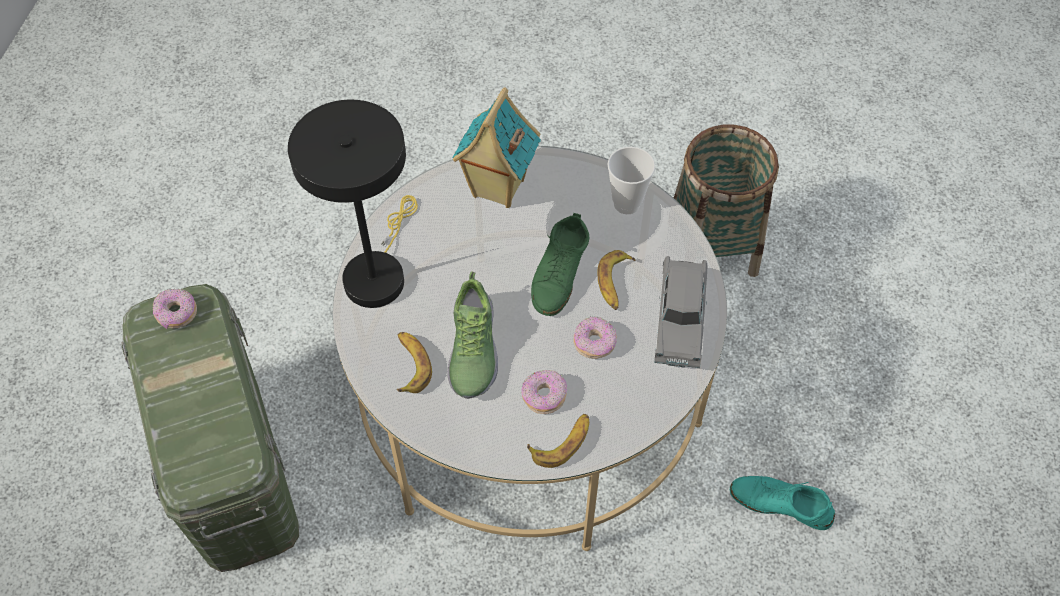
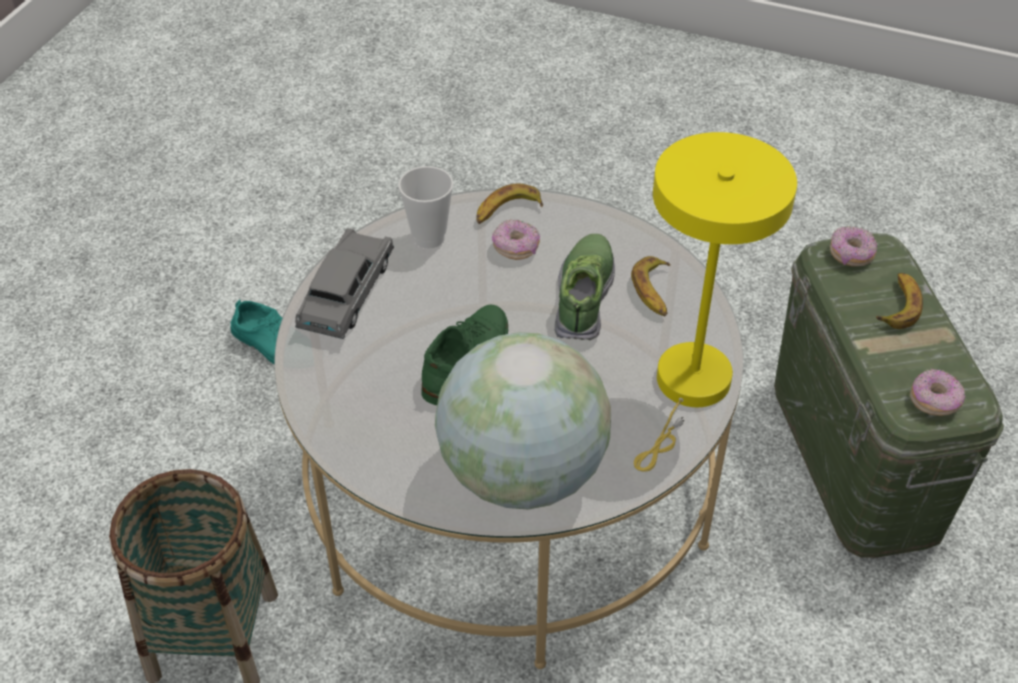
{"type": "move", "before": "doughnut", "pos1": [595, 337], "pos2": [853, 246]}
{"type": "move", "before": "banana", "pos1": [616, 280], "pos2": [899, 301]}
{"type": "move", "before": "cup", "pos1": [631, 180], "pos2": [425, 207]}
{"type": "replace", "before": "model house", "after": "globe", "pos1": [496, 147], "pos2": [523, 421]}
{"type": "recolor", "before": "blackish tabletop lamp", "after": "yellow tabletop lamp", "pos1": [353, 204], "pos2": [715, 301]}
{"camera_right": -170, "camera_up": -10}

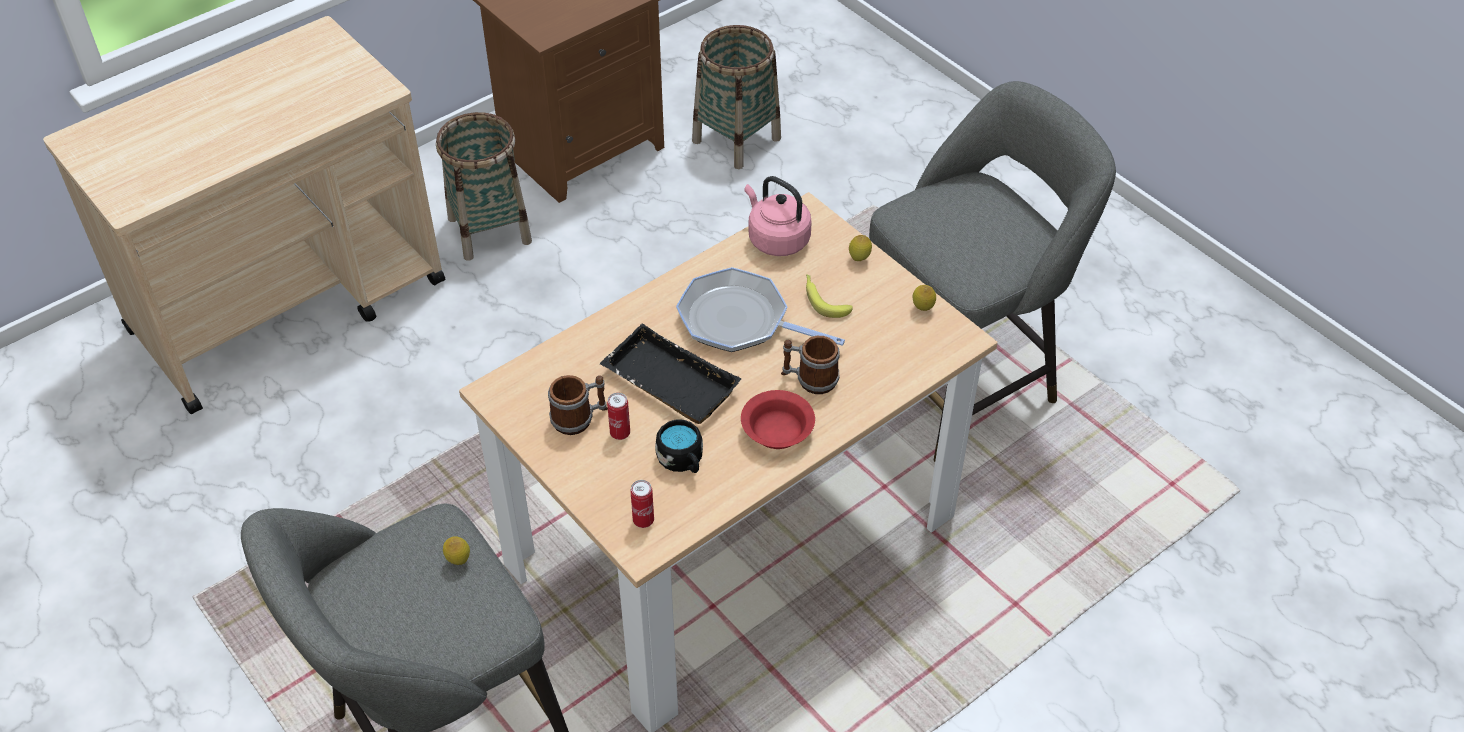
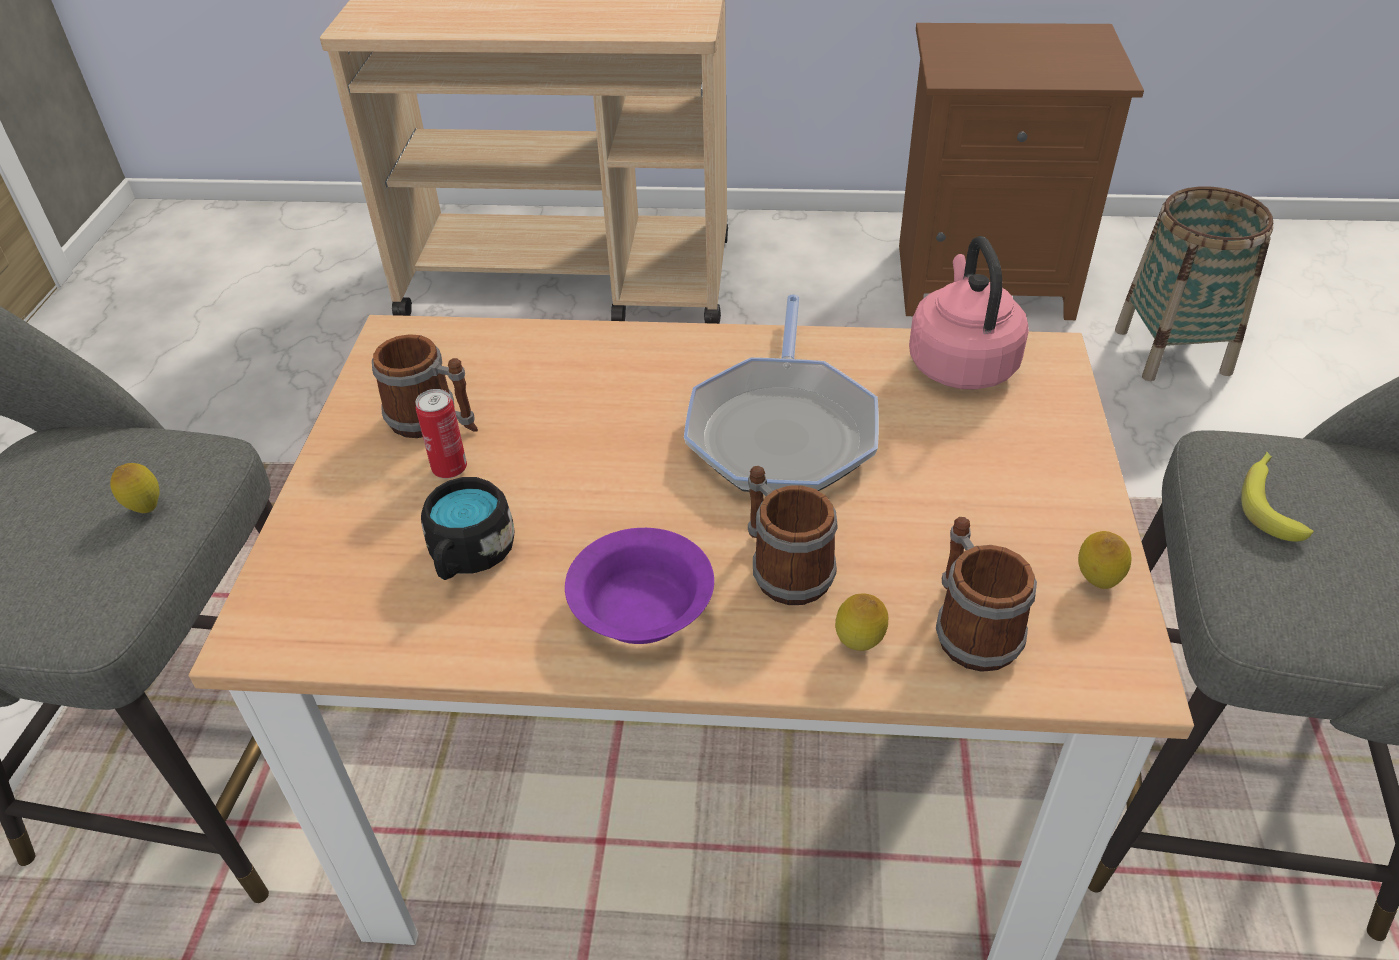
{"type": "delete", "before": "basket", "pos1": [484, 186]}
{"type": "delete", "before": "blackish tray", "pos1": [670, 374]}
{"type": "delete", "before": "metal can", "pos1": [642, 504]}
{"type": "insert", "after": "coffee mug", "pos2": [986, 594]}
{"type": "move", "before": "banana", "pos1": [829, 296], "pos2": [1277, 497]}
{"type": "move", "before": "whole lemon", "pos1": [860, 248], "pos2": [861, 622]}
{"type": "recolor", "before": "red bowl", "after": "purple bowl", "pos1": [778, 419], "pos2": [639, 586]}
{"type": "rotate", "before": "frying pan", "pos1": [760, 309], "pos2": [781, 393], "turn": -150}
{"camera_right": 45, "camera_up": -5}

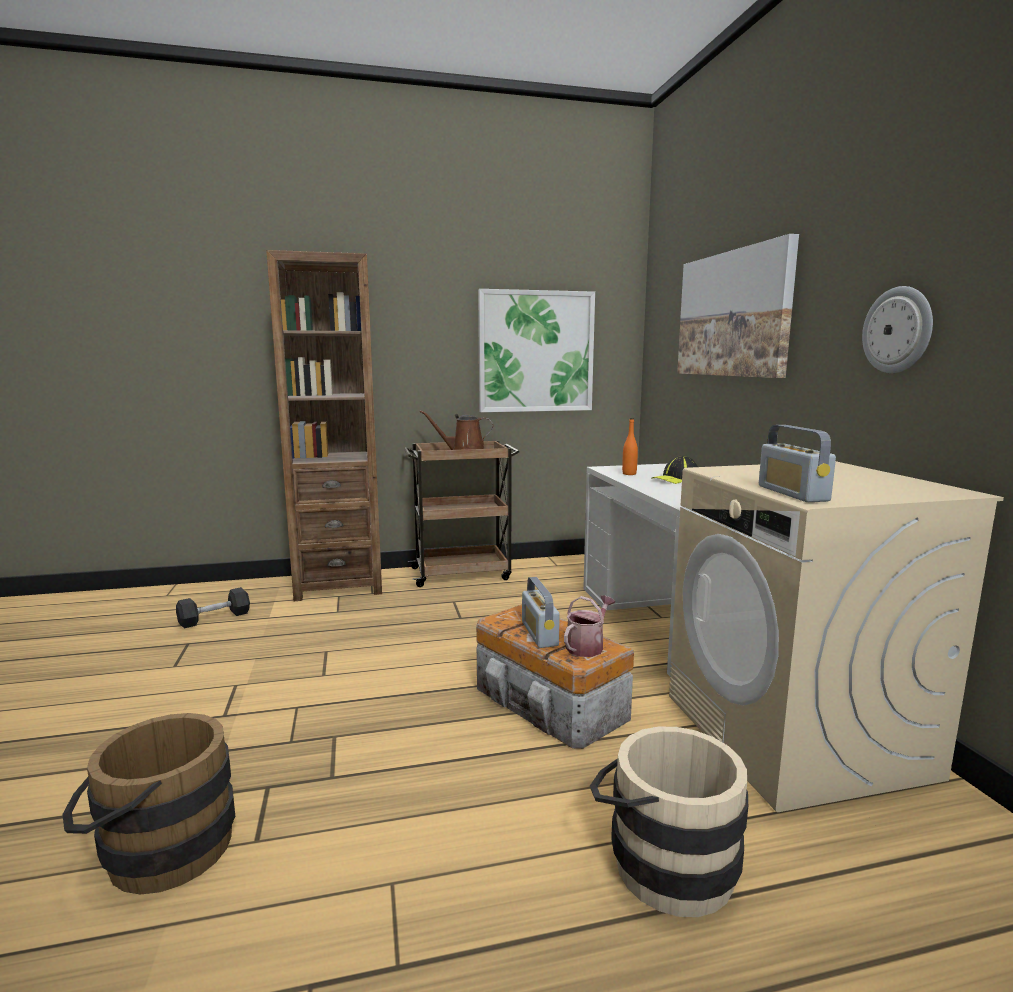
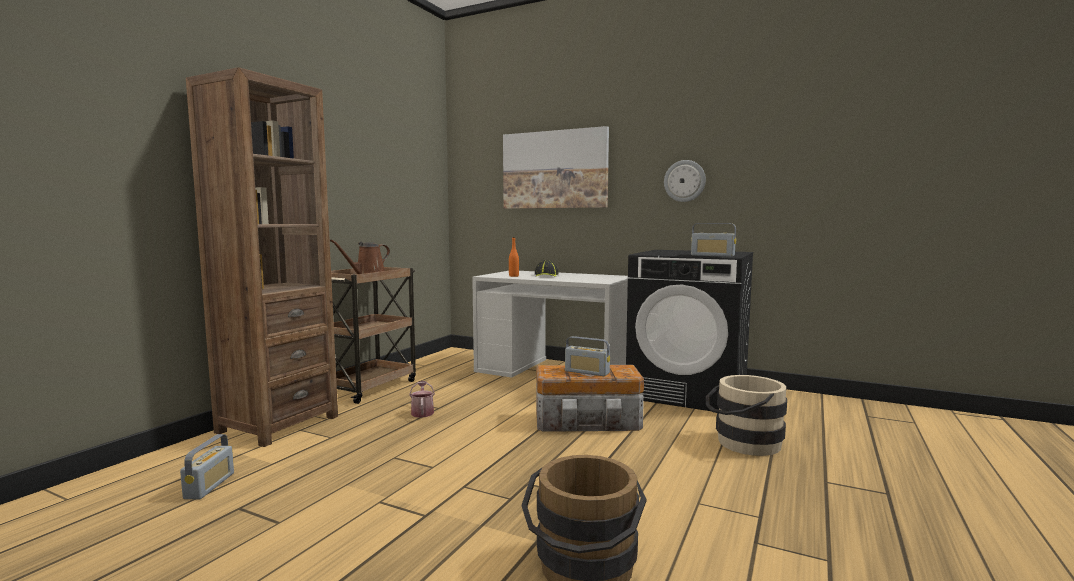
{"type": "delete", "before": "wall picture", "pos1": [536, 350]}
{"type": "move", "before": "sprinkling can", "pos1": [589, 626], "pos2": [422, 399]}
{"type": "replace", "before": "greyish free weight", "after": "radio", "pos1": [213, 607], "pos2": [207, 466]}
{"type": "recolor", "before": "sand-coloured laundry appliance", "after": "blackish laundry appliance", "pos1": [836, 636], "pos2": [689, 330]}
{"camera_right": -50, "camera_up": -5}

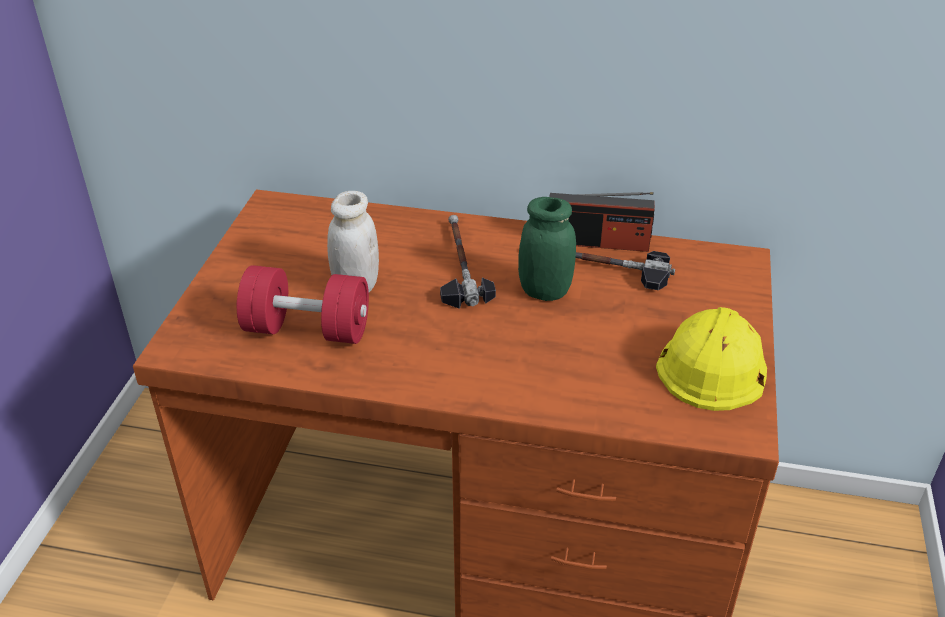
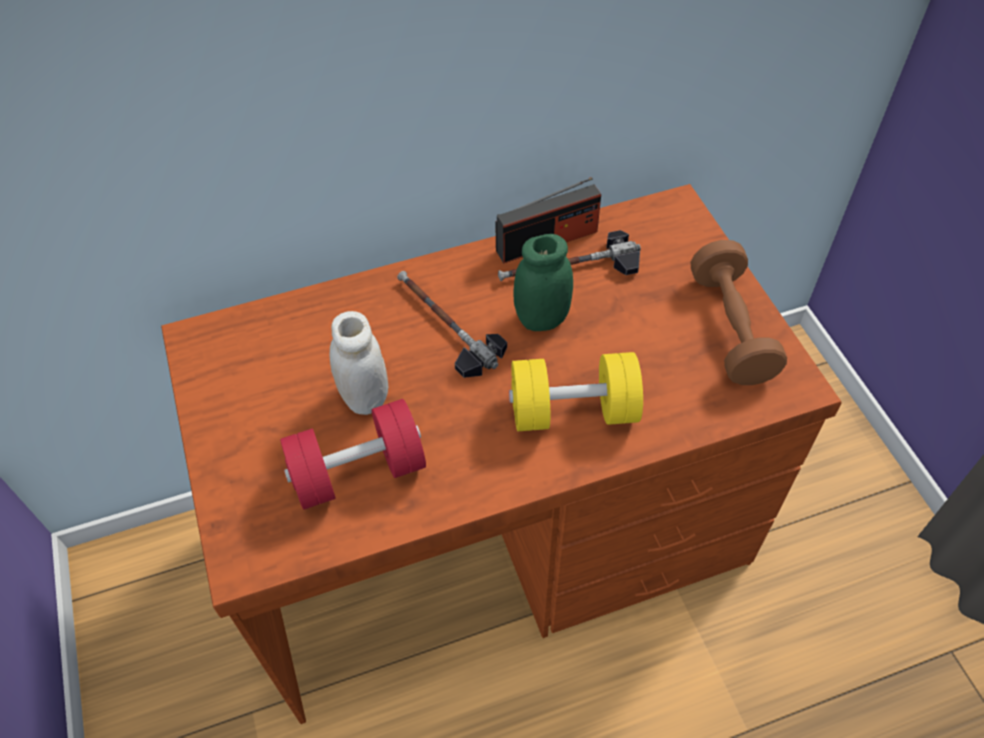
{"type": "insert", "after": "yellow free weight", "pos2": [576, 391]}
{"type": "replace", "before": "yellow hard hat", "after": "brown free weight", "pos1": [711, 359], "pos2": [739, 312]}
{"camera_right": -30, "camera_up": 15}

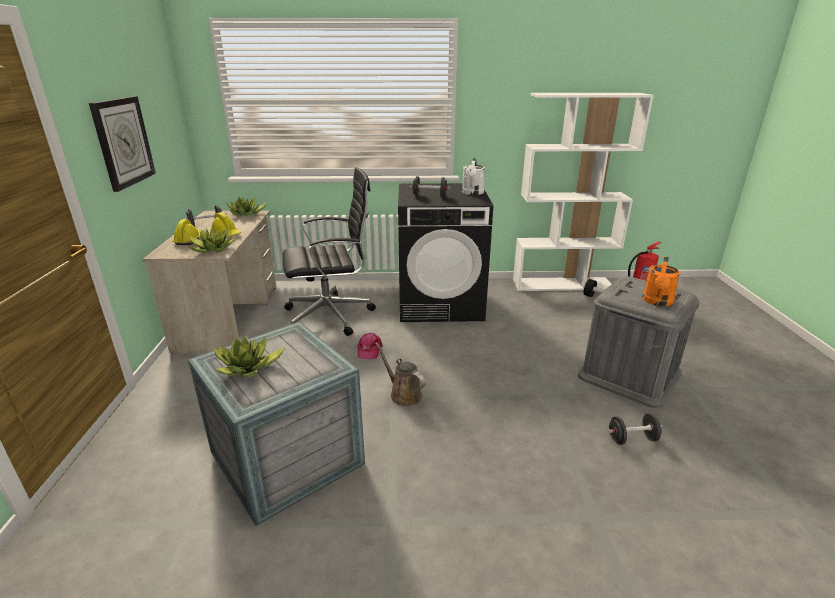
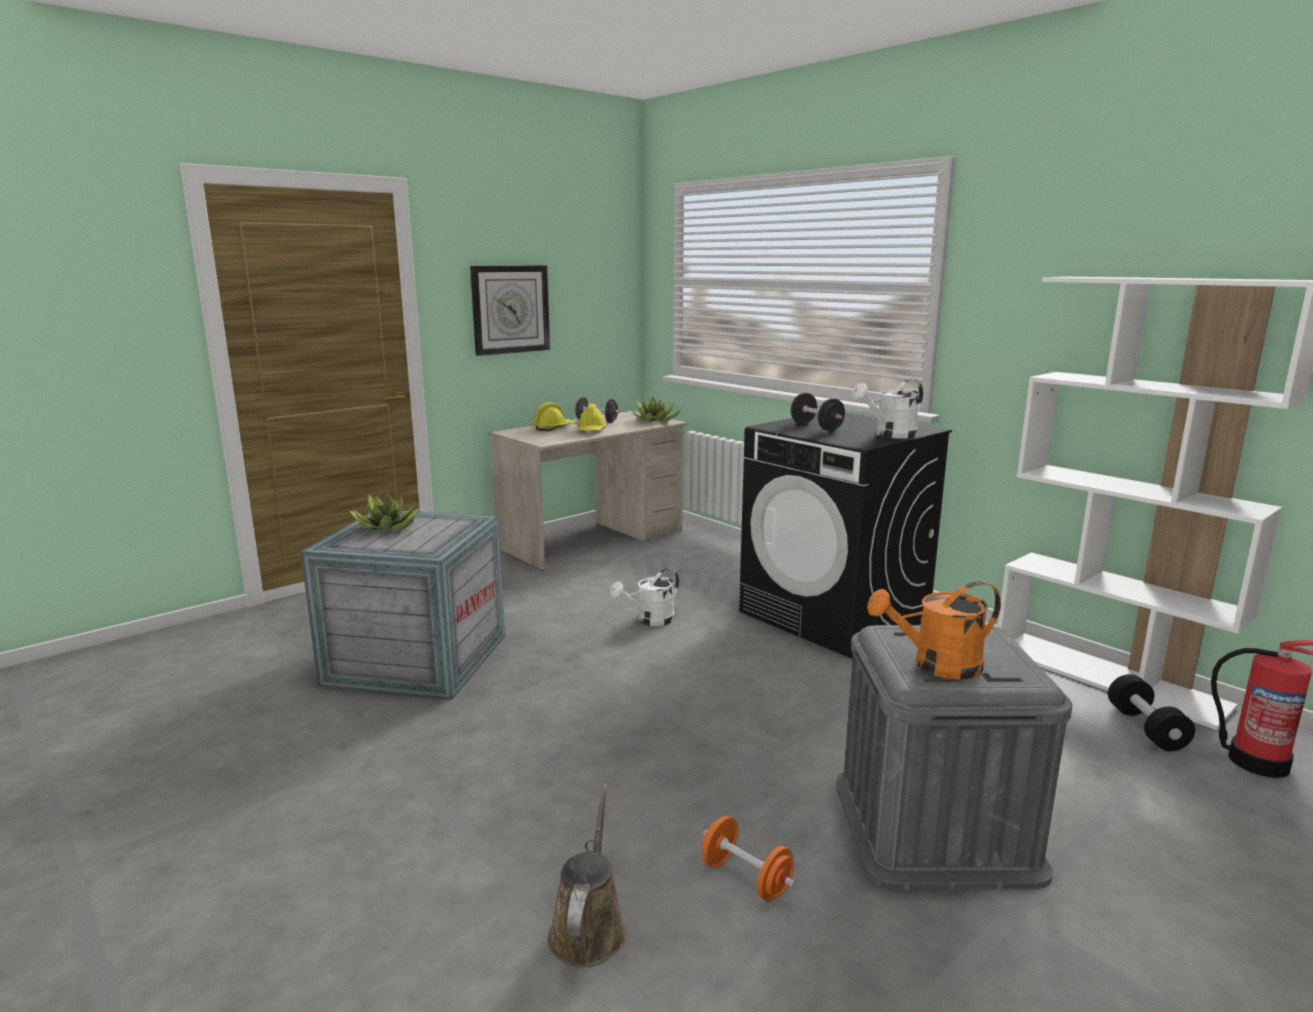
{"type": "delete", "before": "plant in a pot", "pos1": [212, 240]}
{"type": "delete", "before": "blackish office chair", "pos1": [329, 251]}
{"type": "move", "before": "brown sprinkling can", "pos1": [400, 374], "pos2": [587, 875]}
{"type": "replace", "before": "pink peaked cap", "after": "white-coloured sprinkling can", "pos1": [370, 346], "pos2": [644, 597]}
{"type": "recolor", "before": "blackish free weight", "after": "orange-coloured free weight", "pos1": [635, 429], "pos2": [748, 858]}
{"camera_right": 50, "camera_up": -10}

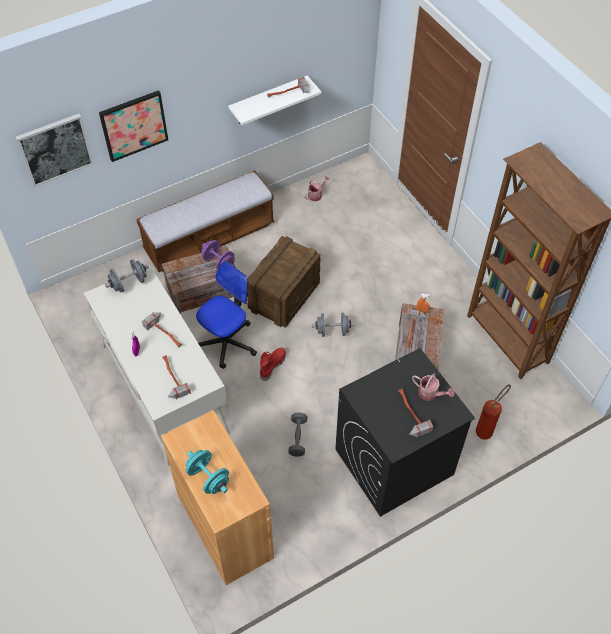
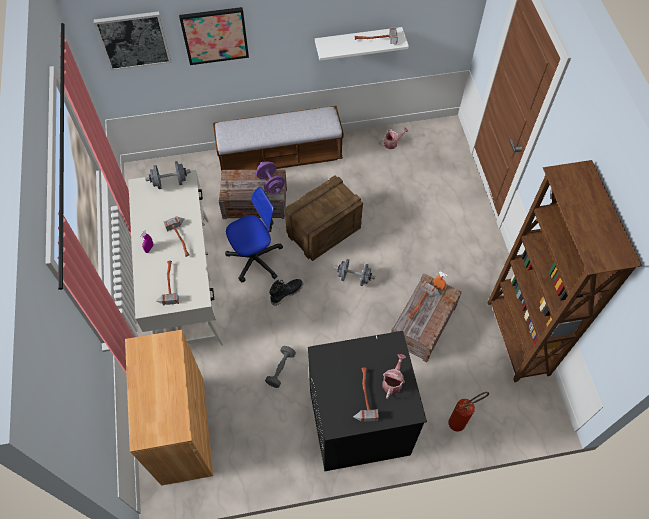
{"type": "delete", "before": "turquoise free weight", "pos1": [207, 472]}
{"type": "recolor", "before": "red high-top boot", "after": "blackish high-top boot", "pos1": [273, 364], "pos2": [286, 292]}
{"type": "rotate", "before": "sprinkling can", "pos1": [433, 387], "pos2": [394, 376], "turn": -120}
{"camera_right": 20, "camera_up": 5}

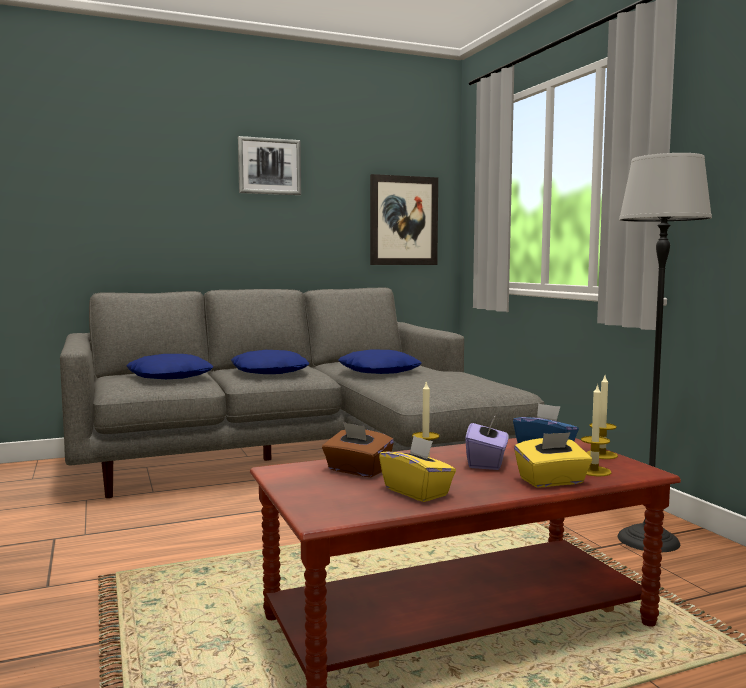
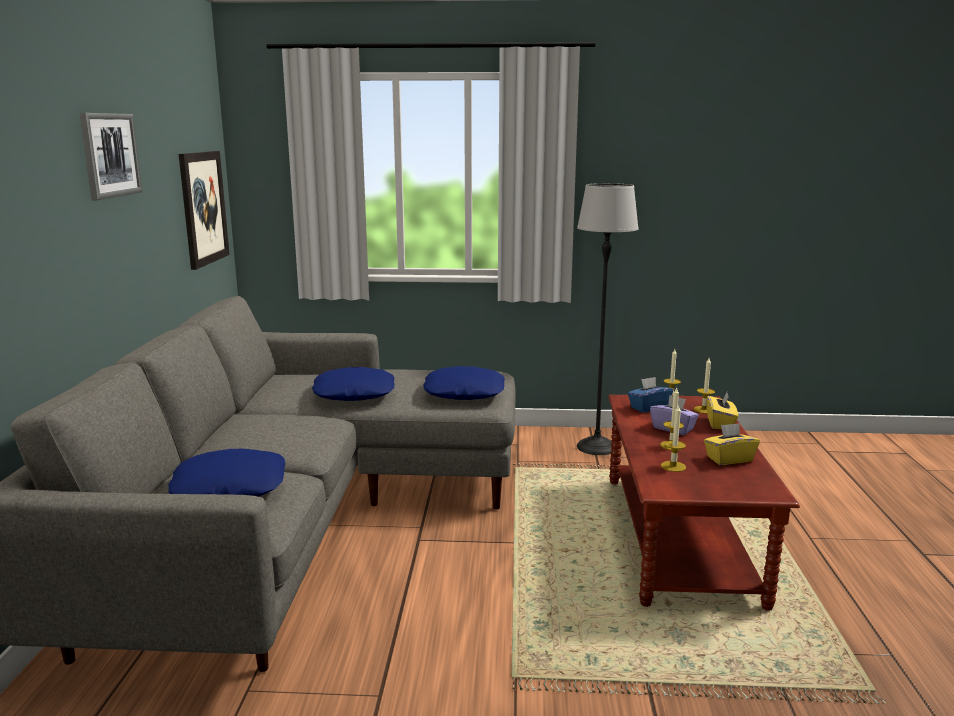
{"type": "move", "before": "blue throw pillow", "pos1": [270, 362], "pos2": [464, 383]}
{"type": "replace", "before": "brown box of tissues", "after": "candle", "pos1": [358, 449], "pos2": [673, 438]}
{"camera_right": -65, "camera_up": 10}

